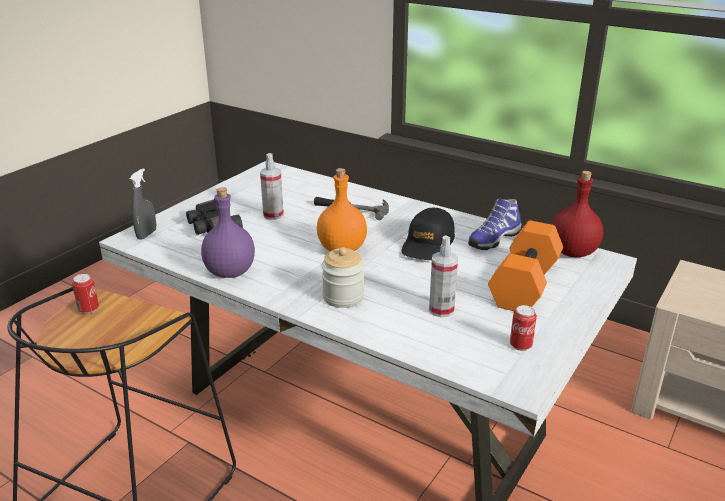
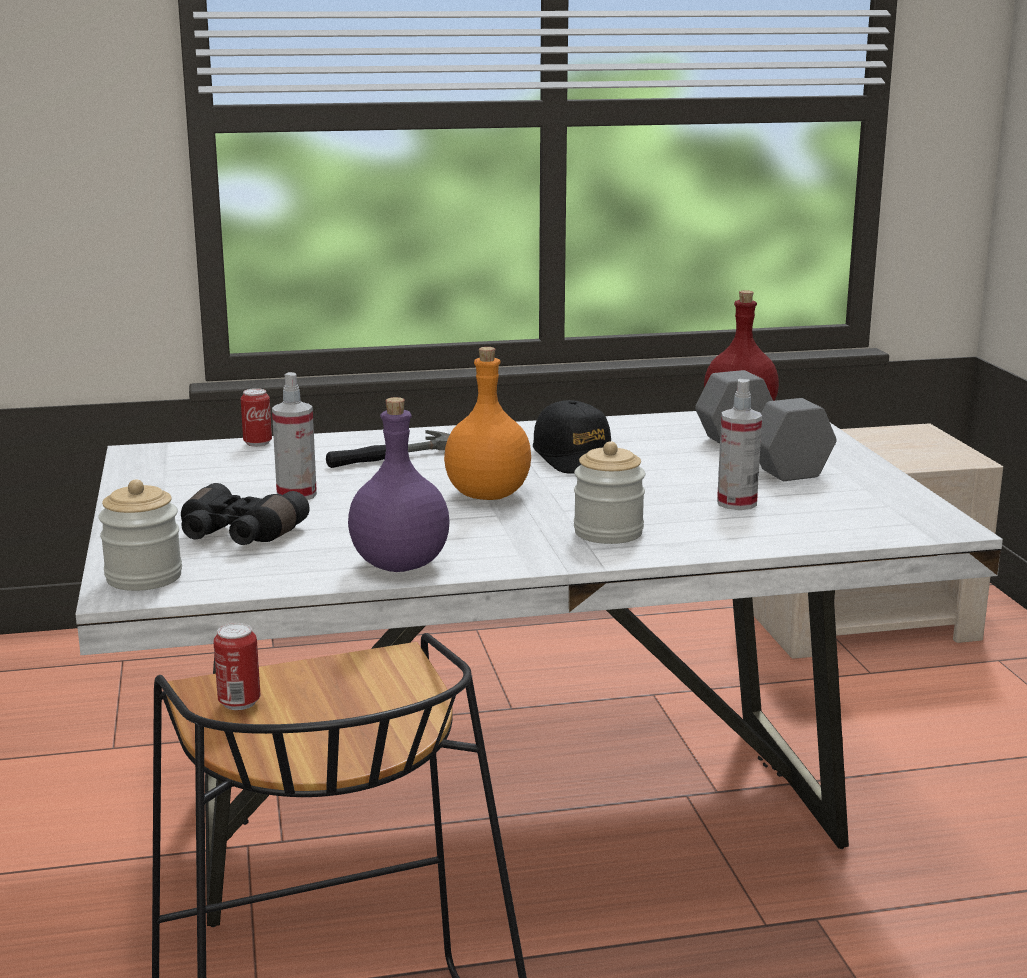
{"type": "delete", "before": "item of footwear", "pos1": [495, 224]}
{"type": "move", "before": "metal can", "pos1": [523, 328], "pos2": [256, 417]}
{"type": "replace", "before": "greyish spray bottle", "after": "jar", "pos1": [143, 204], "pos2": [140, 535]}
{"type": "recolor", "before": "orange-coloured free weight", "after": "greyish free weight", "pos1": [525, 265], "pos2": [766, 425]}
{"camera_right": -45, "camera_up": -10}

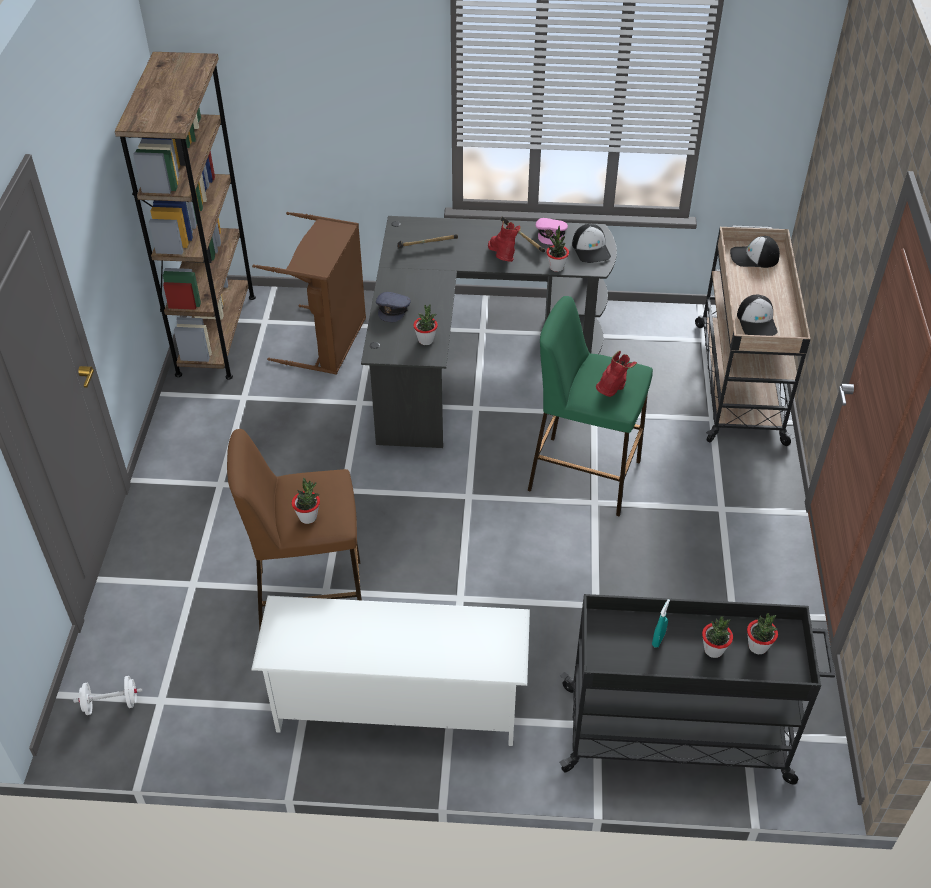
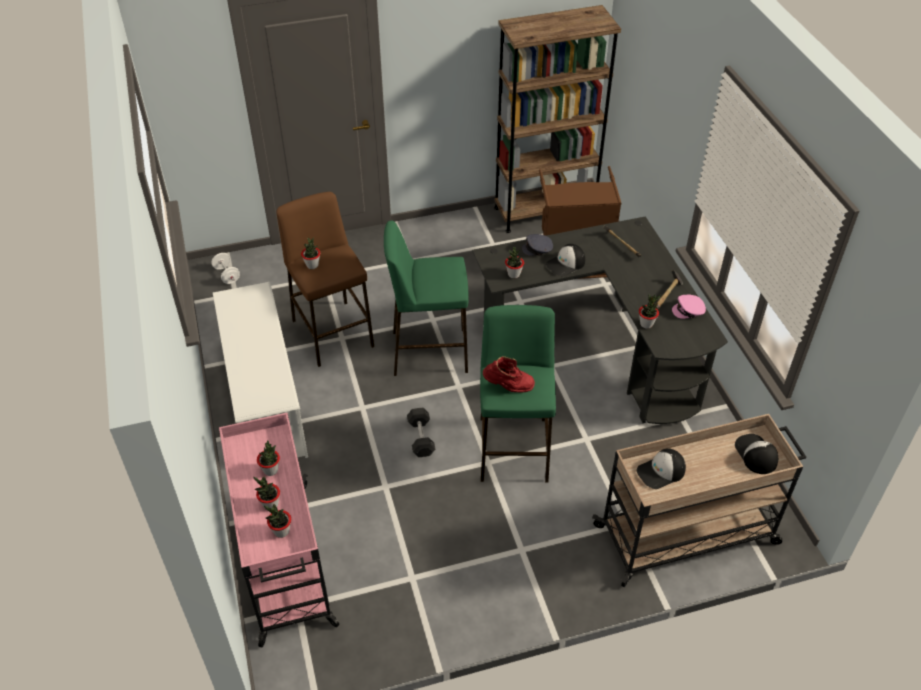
{"type": "delete", "before": "red high-top boot", "pos1": [504, 241]}
{"type": "insert", "after": "greenish stool", "pos2": [426, 298]}
{"type": "insert", "after": "greyish free weight", "pos2": [421, 432]}
{"type": "move", "before": "peaked cap", "pos1": [591, 243], "pos2": [565, 260]}
{"type": "replace", "before": "turquoise spray bottle", "after": "plant in a pot", "pos1": [661, 623], "pos2": [268, 458]}
{"type": "recolor", "before": "blackish cart", "after": "pink cart", "pos1": [697, 689], "pos2": [279, 530]}
{"camera_right": 70, "camera_up": 0}

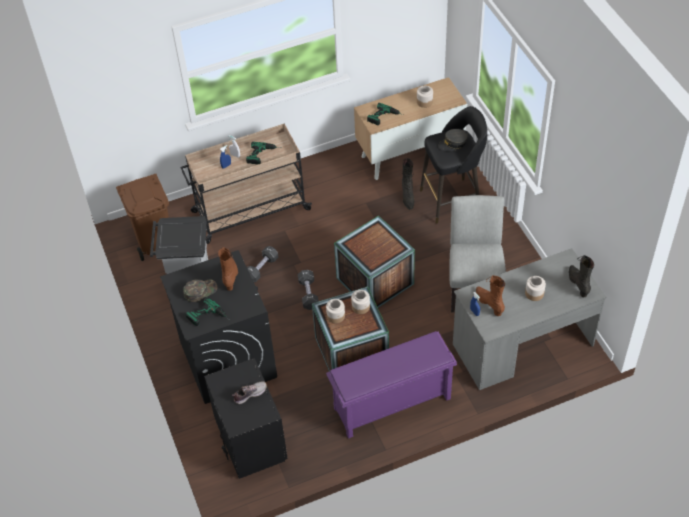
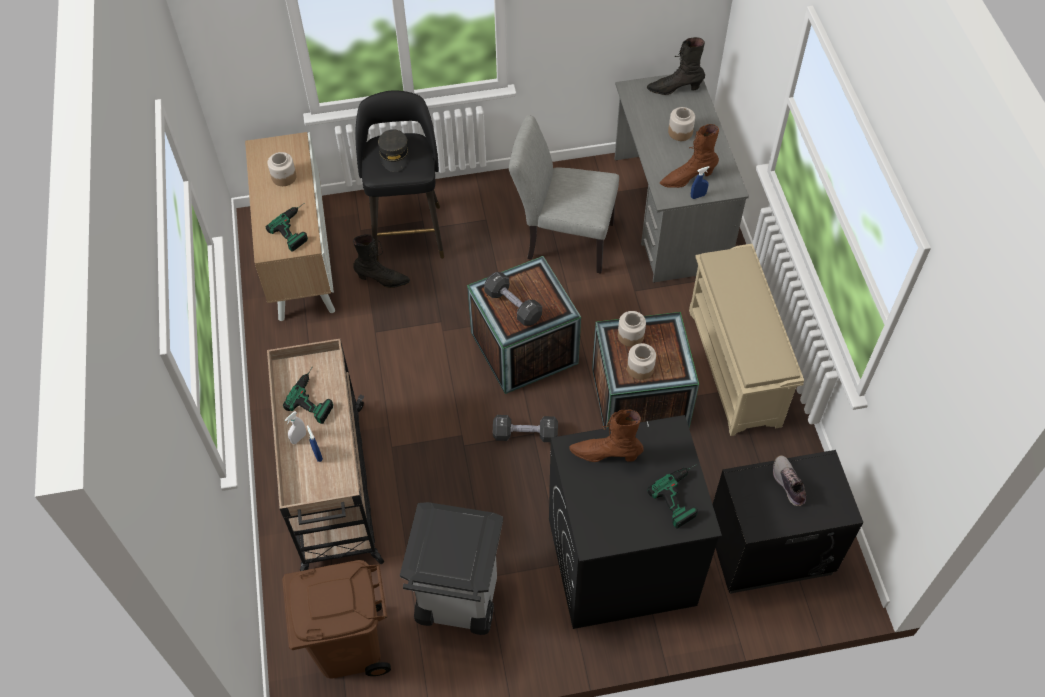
{"type": "delete", "before": "greenish peaked cap", "pos1": [200, 291]}
{"type": "move", "before": "blackish free weight", "pos1": [262, 264], "pos2": [513, 299]}
{"type": "recolor", "before": "purple shoe rack", "after": "sand-coloured shoe rack", "pos1": [391, 385], "pos2": [746, 340]}
{"camera_right": -80, "camera_up": 5}

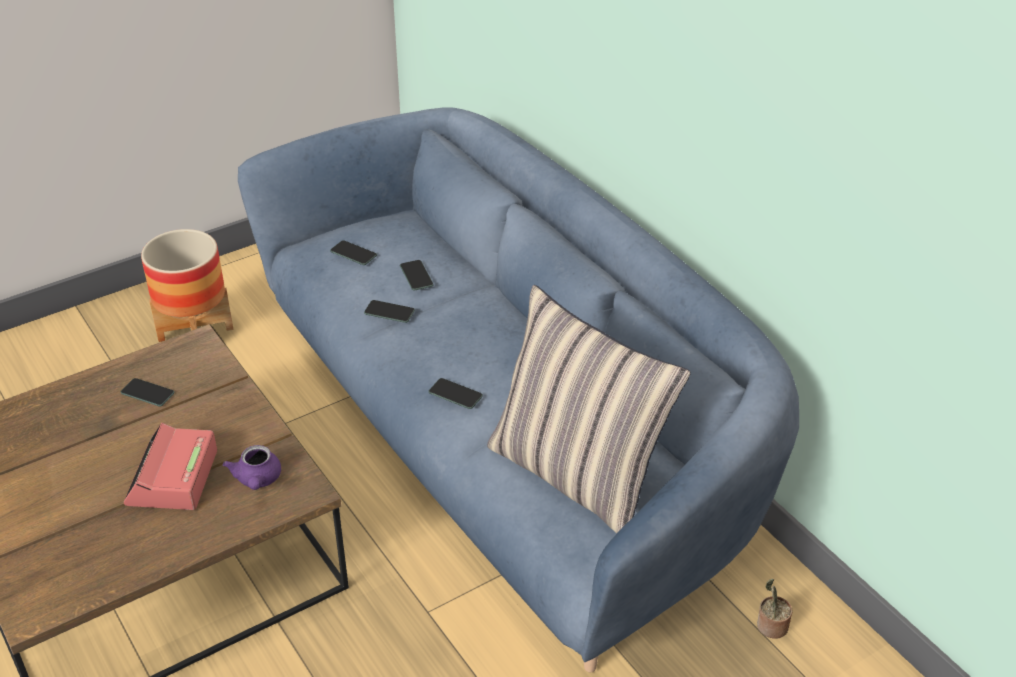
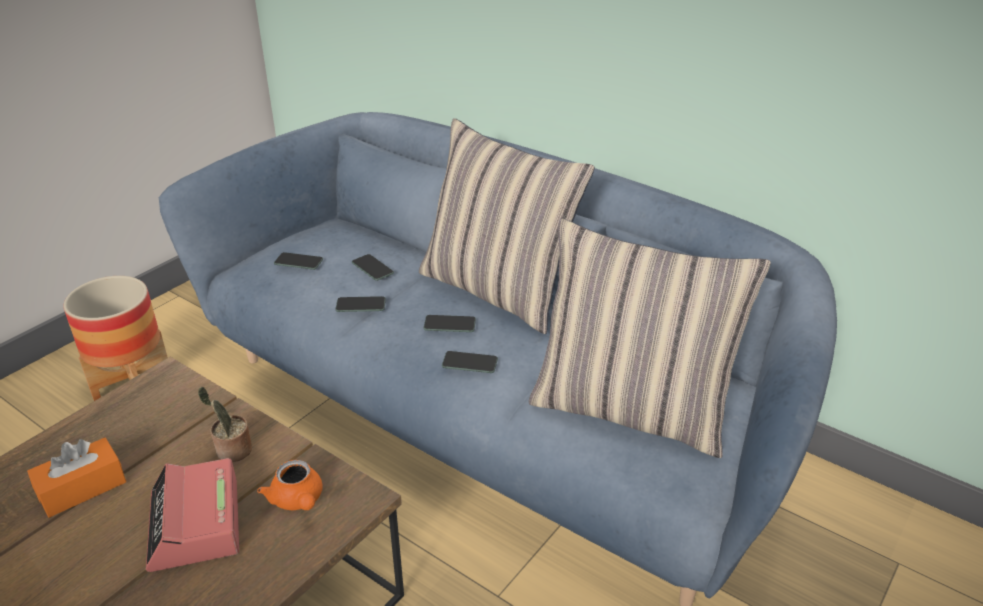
{"type": "insert", "after": "orange-coloured box of tissues", "pos2": [76, 478]}
{"type": "insert", "after": "throw pillow", "pos2": [507, 226]}
{"type": "move", "before": "telephone", "pos1": [148, 392], "pos2": [450, 323]}
{"type": "move", "before": "plant in a pot", "pos1": [774, 609], "pos2": [225, 424]}
{"type": "recolor", "before": "purple teapot", "after": "orange-coloured teapot", "pos1": [252, 467], "pos2": [289, 485]}
{"camera_right": -20, "camera_up": -5}

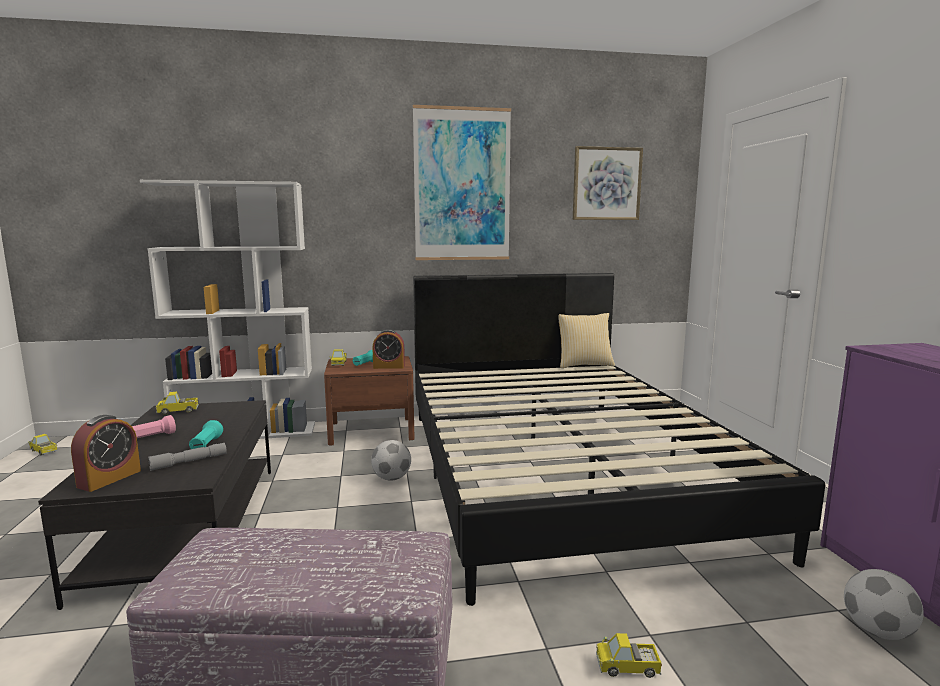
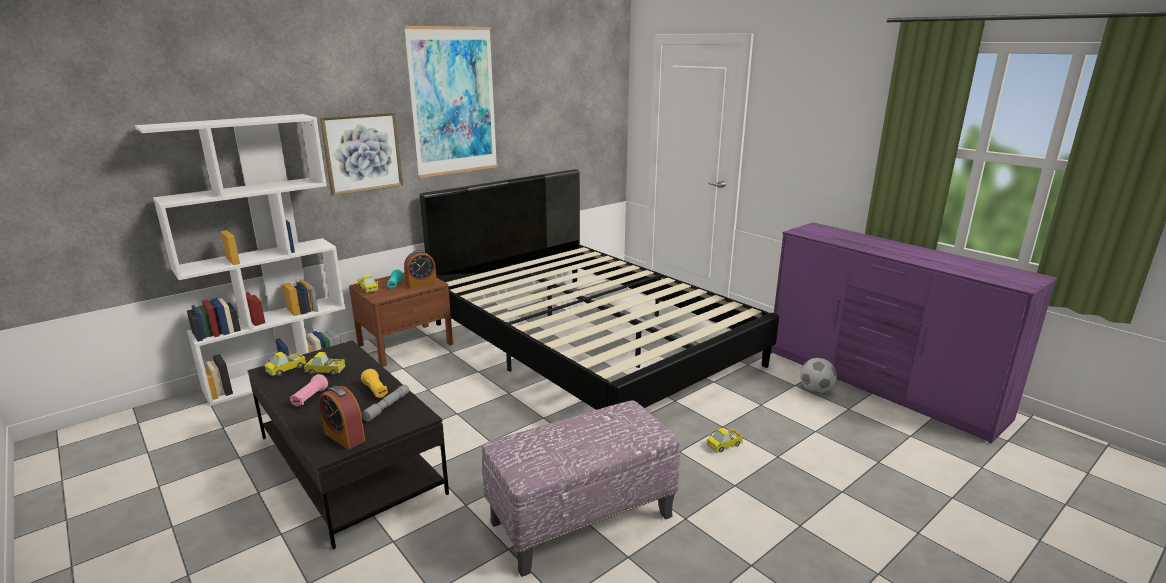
{"type": "delete", "before": "ball for football", "pos1": [391, 460]}
{"type": "delete", "before": "throw pillow", "pos1": [586, 340]}
{"type": "move", "before": "toy lorry", "pos1": [43, 444], "pos2": [325, 363]}
{"type": "move", "before": "wall picture", "pos1": [608, 183], "pos2": [361, 154]}
{"type": "recolor", "before": "turquoise torch", "after": "yellow torch", "pos1": [206, 434], "pos2": [374, 383]}
{"type": "rotate", "before": "bedside clock", "pos1": [106, 453], "pos2": [342, 418], "turn": 135}
{"camera_right": -30, "camera_up": 10}

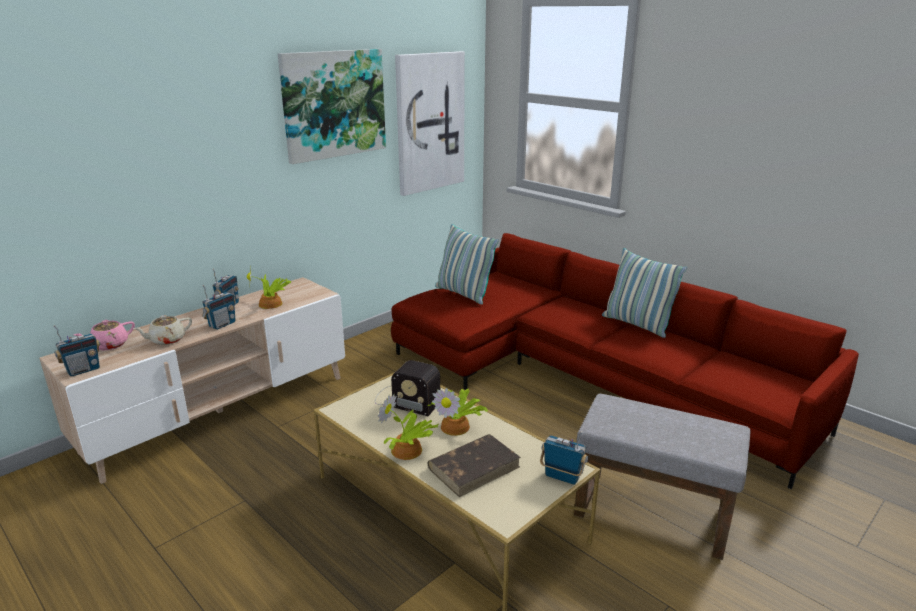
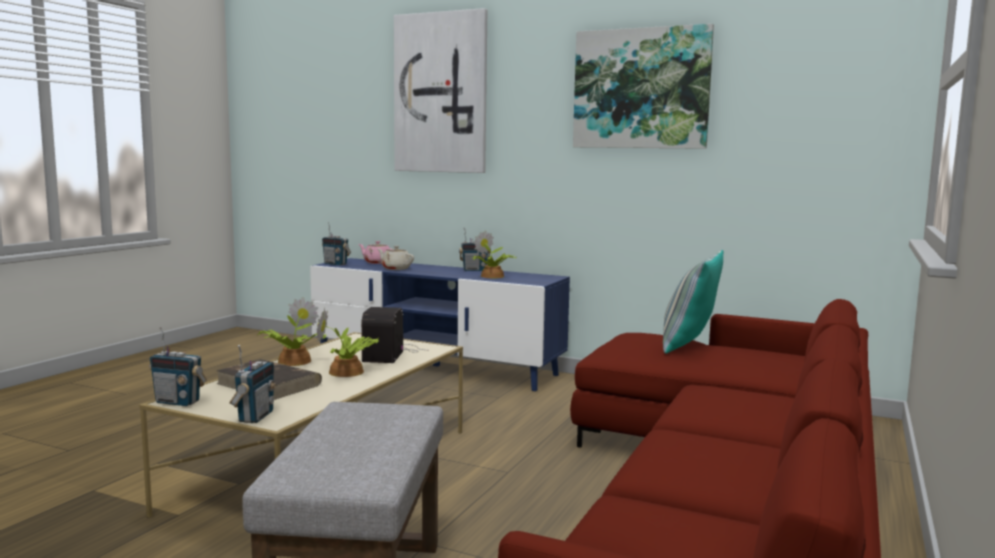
{"type": "delete", "before": "throw pillow", "pos1": [644, 293]}
{"type": "move", "before": "radio", "pos1": [218, 307], "pos2": [178, 366]}
{"type": "move", "before": "wall picture", "pos1": [430, 123], "pos2": [440, 90]}
{"type": "recolor", "before": "sand-coloured tv unit", "after": "blue tv unit", "pos1": [192, 380], "pos2": [440, 324]}
{"camera_right": 70, "camera_up": -15}

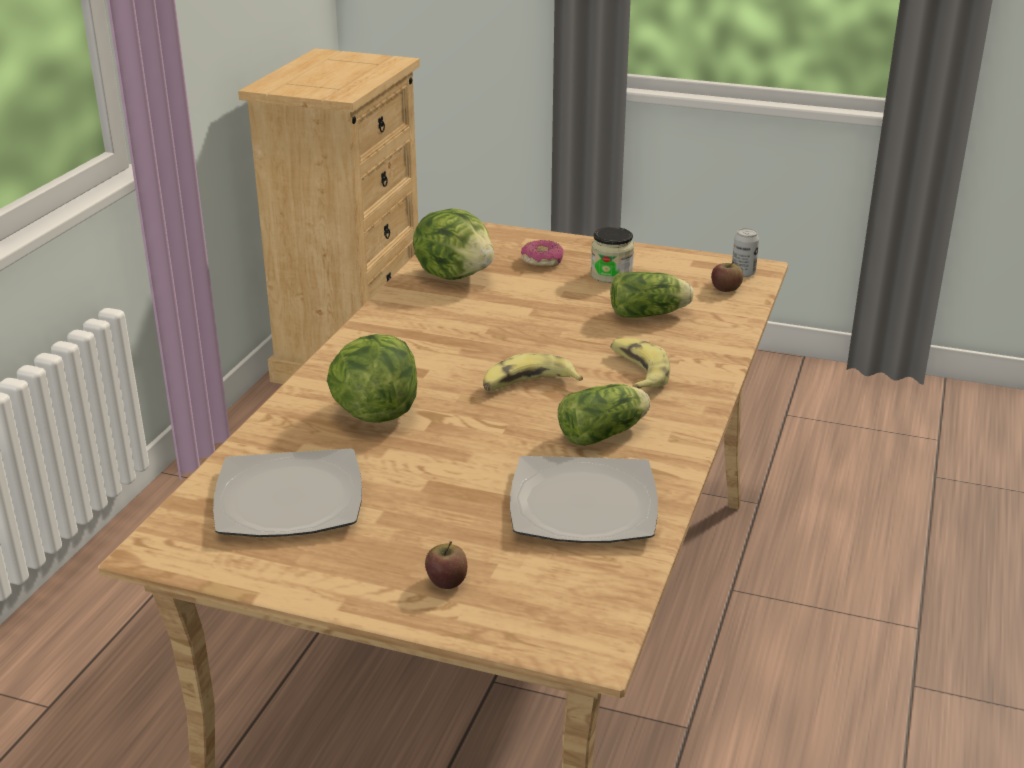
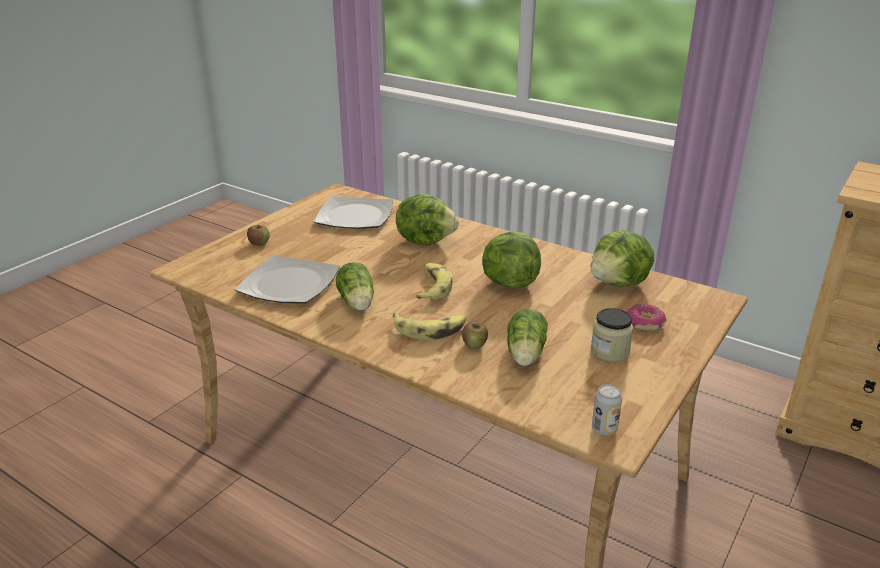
{"type": "insert", "after": "lettuce head", "pos2": [511, 260]}
{"type": "move", "before": "apple", "pos1": [727, 276], "pos2": [475, 335]}
{"camera_right": 105, "camera_up": 0}

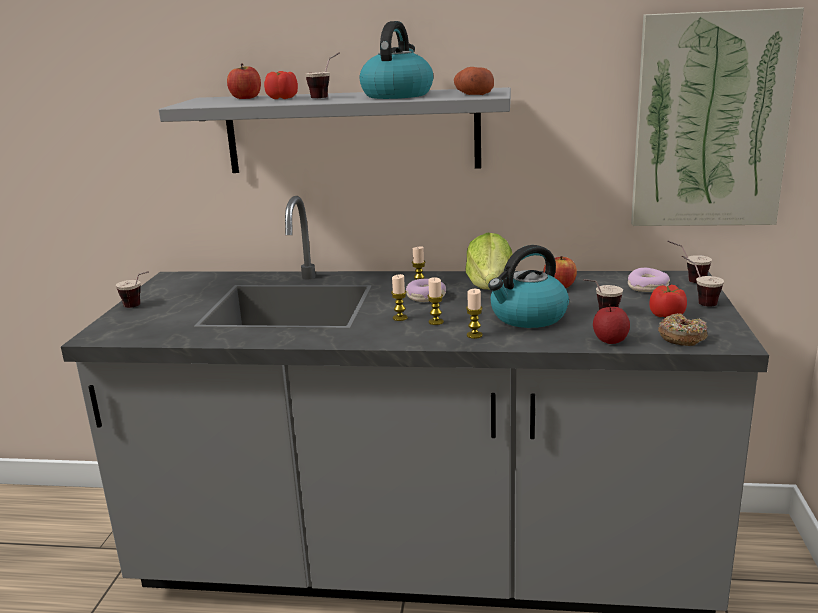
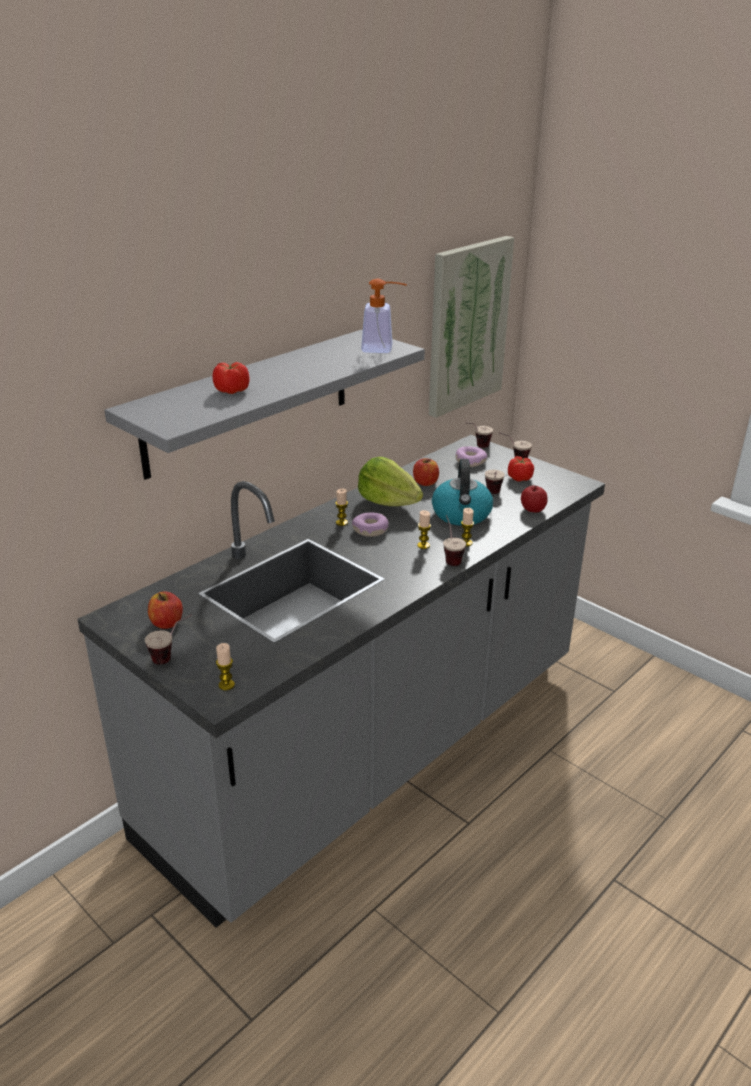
{"type": "delete", "before": "water kettle", "pos1": [396, 60]}
{"type": "delete", "before": "doughnut", "pos1": [683, 329]}
{"type": "move", "before": "apple", "pos1": [244, 81], "pos2": [165, 610]}
{"type": "move", "before": "cup", "pos1": [322, 75], "pos2": [454, 540]}
{"type": "move", "before": "candle", "pos1": [399, 297], "pos2": [225, 666]}
{"type": "replace", "before": "spud", "after": "soap dispenser", "pos1": [474, 81], "pos2": [384, 316]}
{"camera_right": -55, "camera_up": 10}

